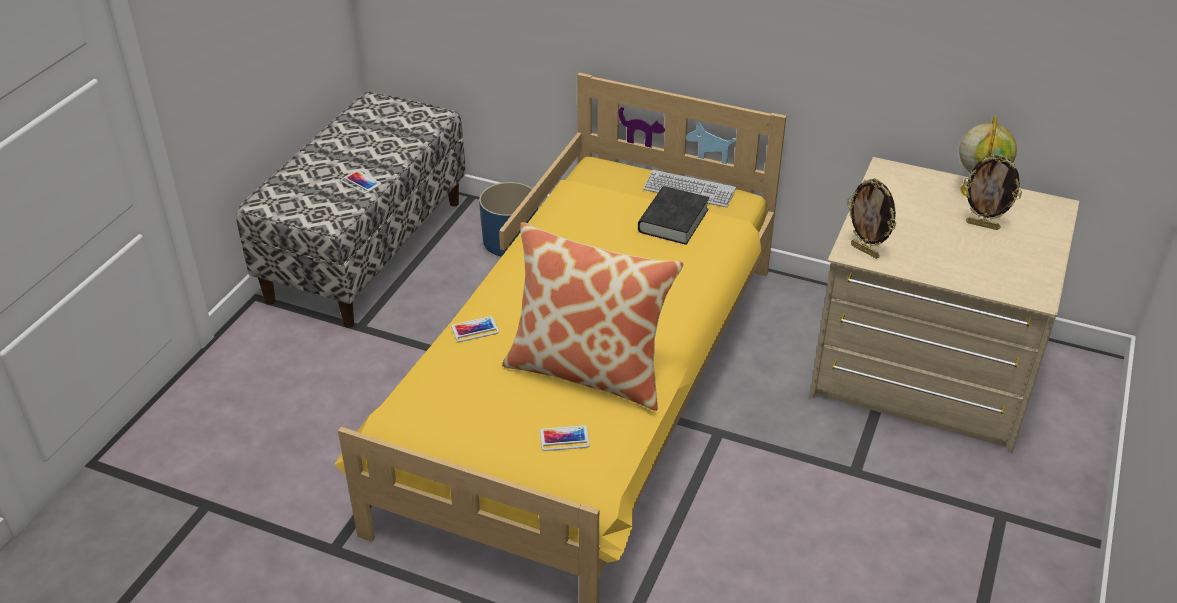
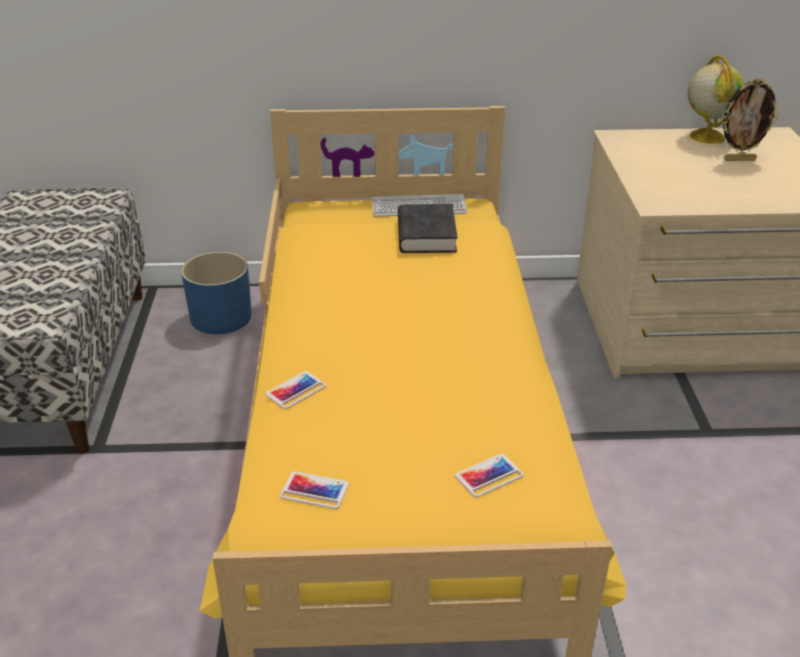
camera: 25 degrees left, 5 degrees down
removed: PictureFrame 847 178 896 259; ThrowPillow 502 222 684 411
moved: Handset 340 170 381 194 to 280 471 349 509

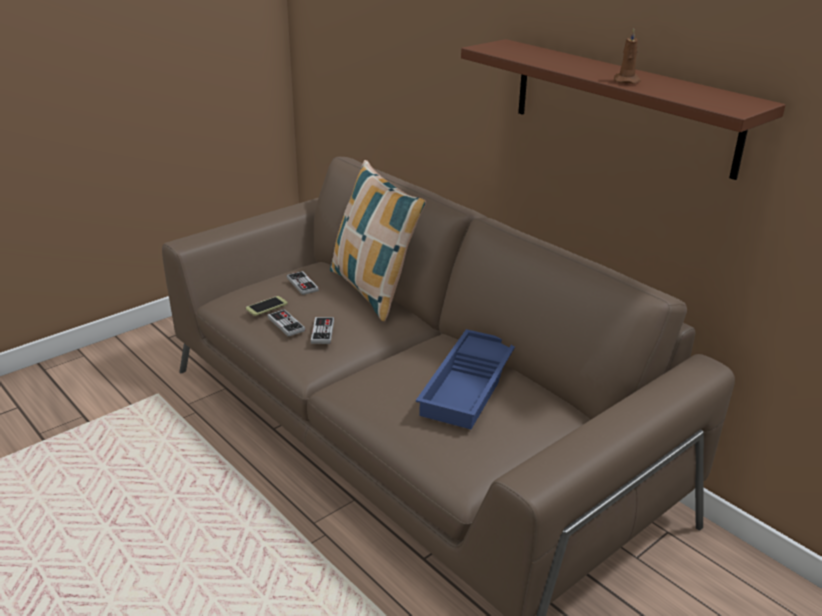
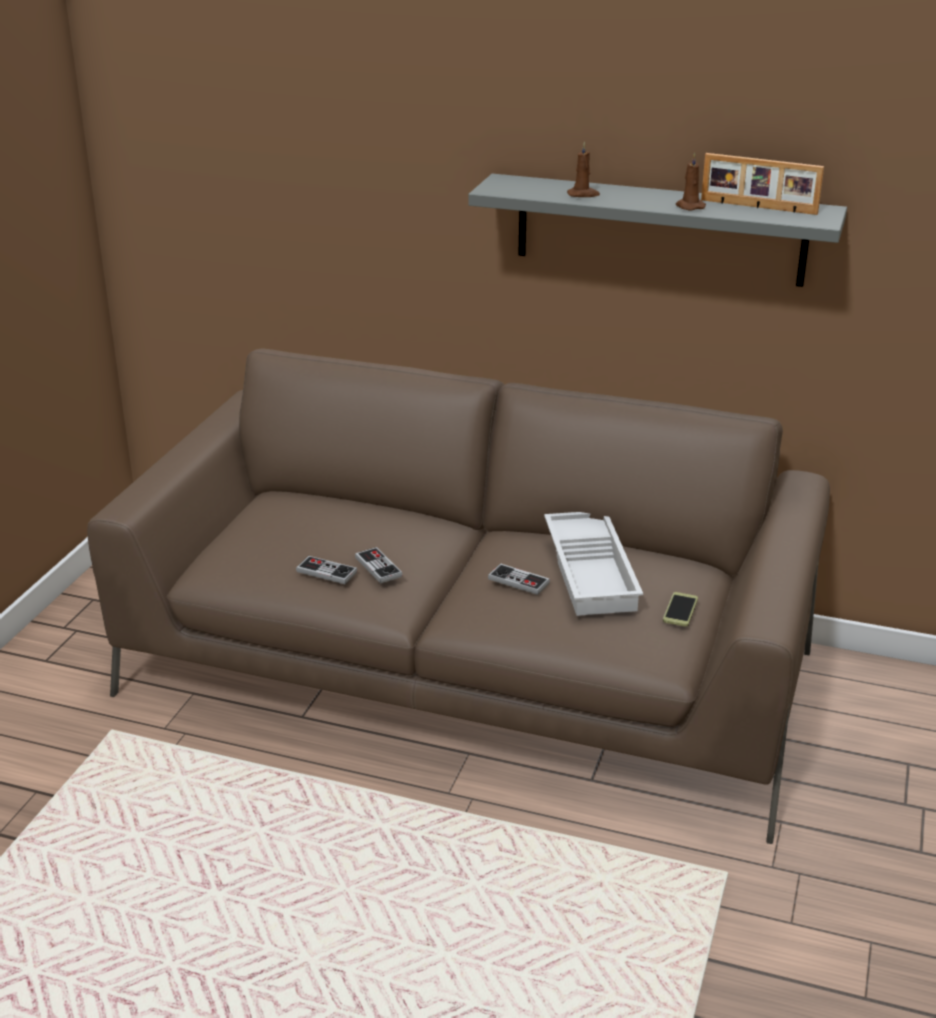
camera: 30 degrees left, 0 degrees up
removed: ThrowPillow 330 160 426 321
added: BrownColouredWaxCandle 567 141 600 197; PictureFrame 701 153 824 215
moved: Joypad 287 271 319 295 to 488 563 550 595; Handset 246 296 288 316 to 663 592 698 627
recoloured: BrownColouredShelf 461 39 785 180 to GrayShelf 468 174 847 287; BlueColouredServingTray 416 329 515 429 to WhiteServingTray 544 512 643 616

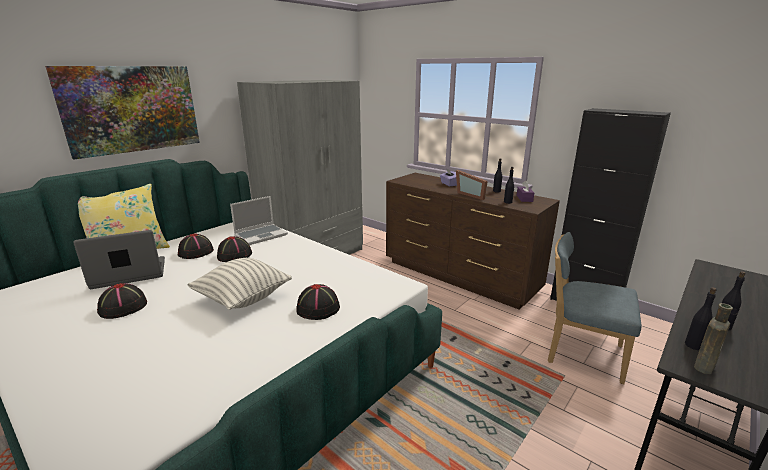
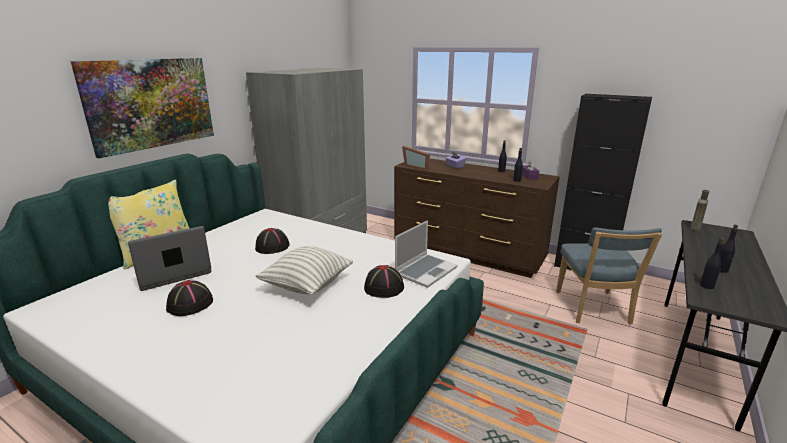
camera: 10 degrees left, 0 degrees up
removed: BlackHat 178 233 214 259
moved: PictureFrame 456 170 488 200 to 402 146 430 171; Laptop 230 196 288 245 to 395 220 458 288; BrownColouredDrinkBottle 694 303 733 374 to 691 190 710 231
turned: BlueColouredUprightChair 548 232 641 384 = 556 227 662 324 105 degrees counterclockwise

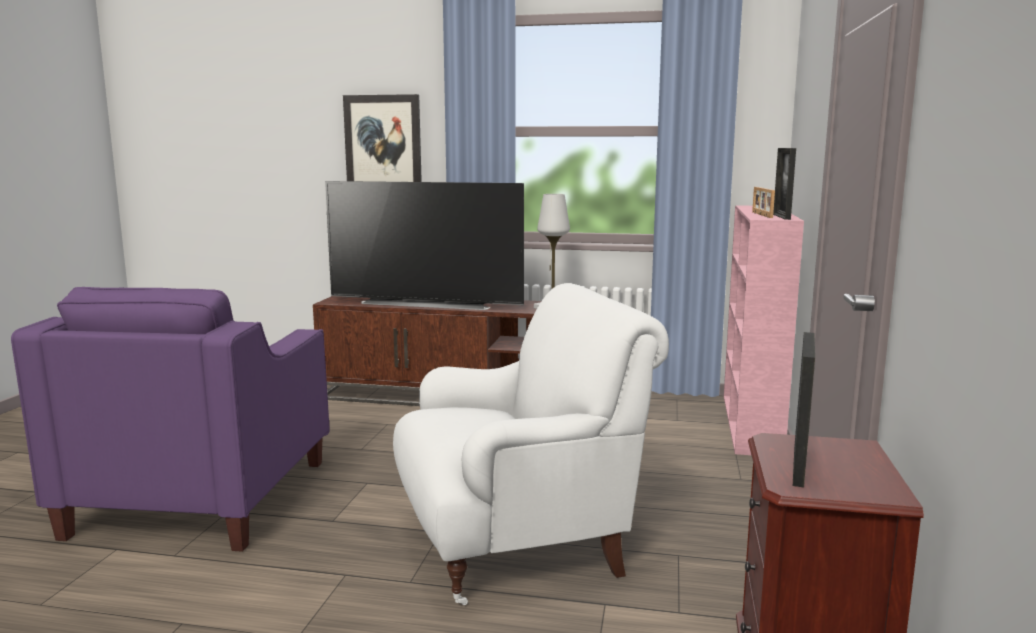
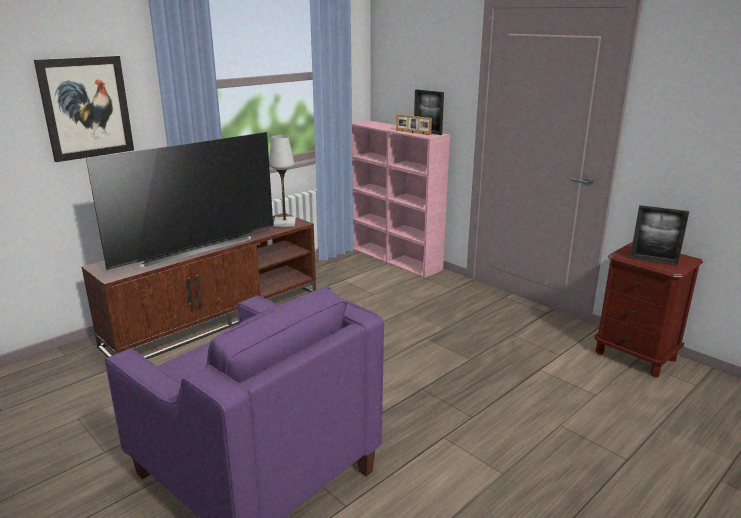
camera: 55 degrees left, 10 degrees up
removed: WhiteArmchair 393 283 669 605
turned: PictureFrame 793 332 815 488 = 630 205 689 266 150 degrees clockwise

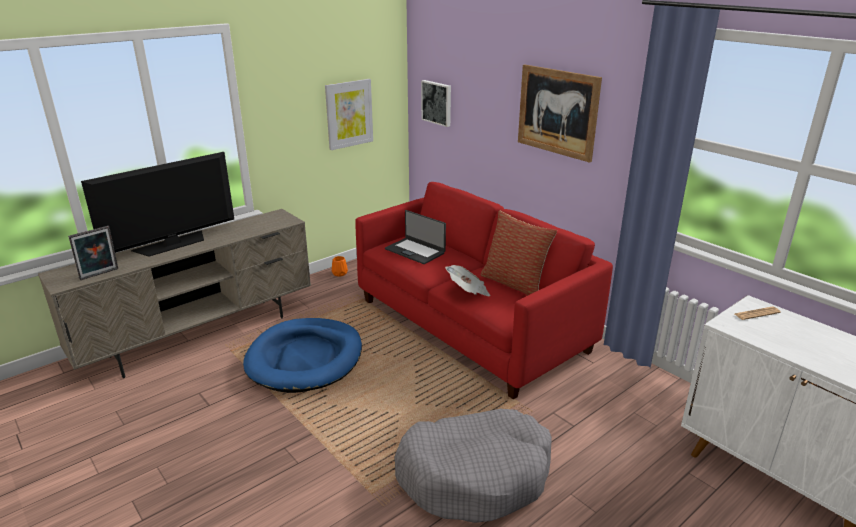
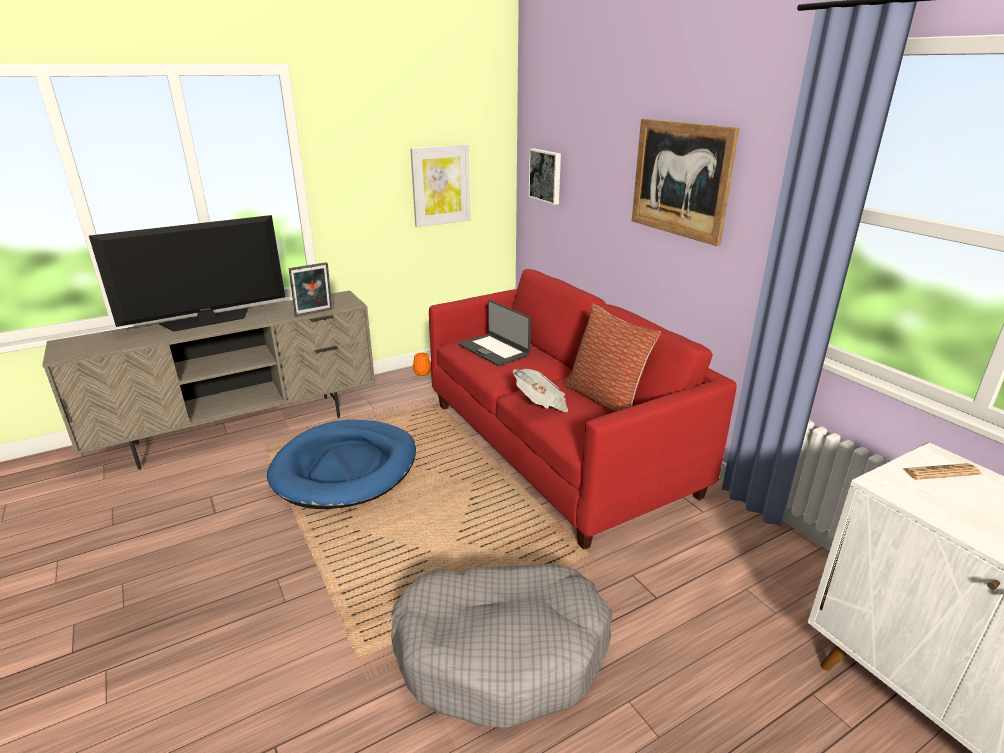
camera: 10 degrees right, 0 degrees up
moved: PictureFrame 68 226 118 280 to 289 262 332 317

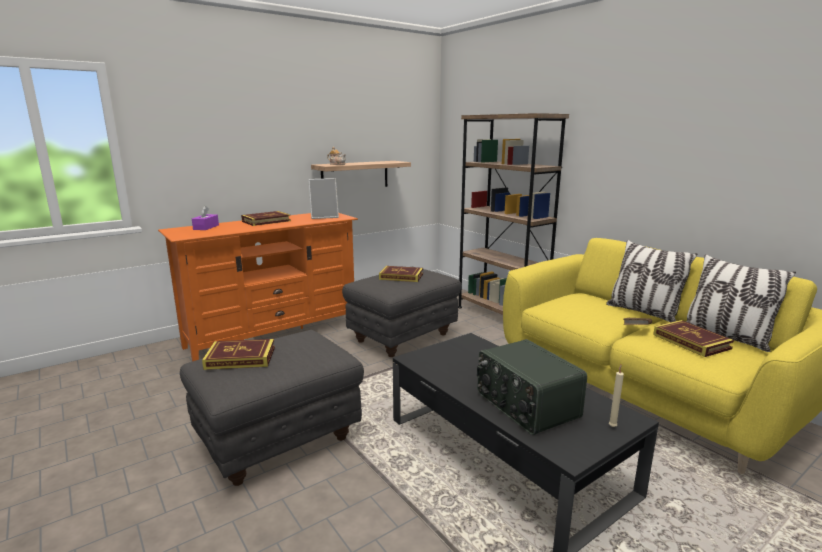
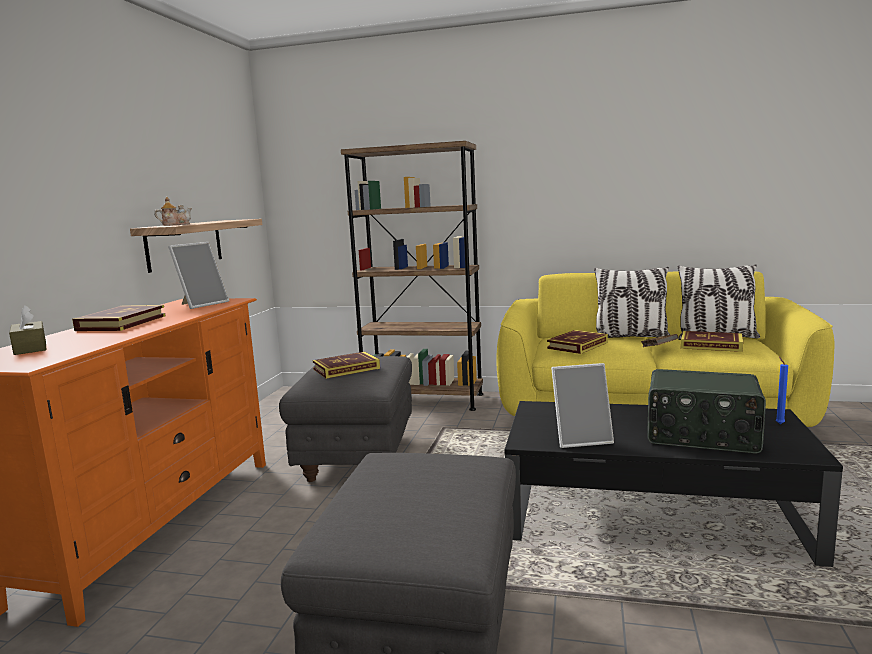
camera: 40 degrees left, 5 degrees down
added: PictureFrame 551 363 614 448
moved: Volume 202 339 275 370 to 547 330 608 354
recoloured: PurpleTissueBox 192 206 219 230 to BrownColouredTissueBox 9 305 47 355; SandColouredWaxCandle 609 364 624 427 to BlueColouredWaxCandle 776 357 788 424

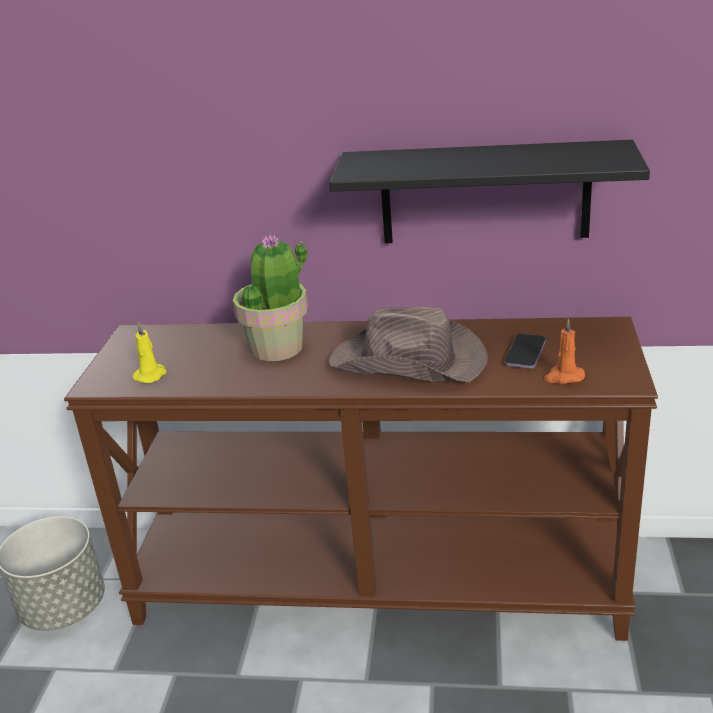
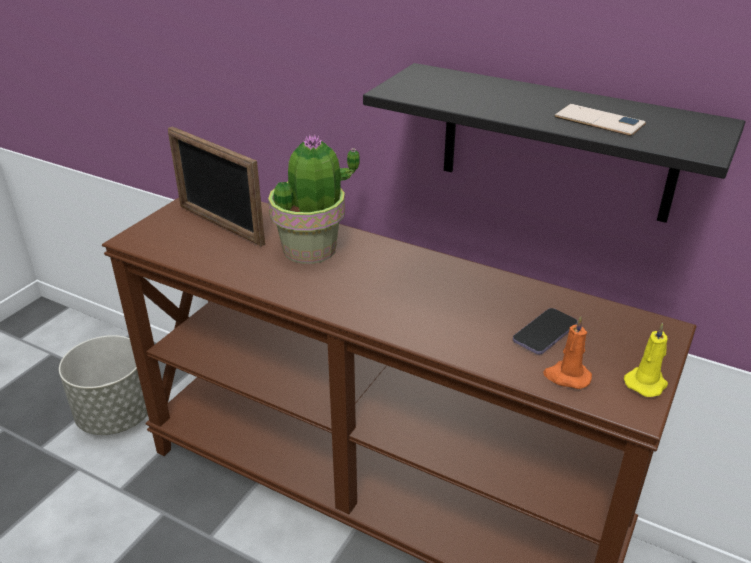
camera: 20 degrees right, 5 degrees up
removed: BrownColouredHat 329 307 488 382
added: Handset 554 104 646 136; PictureFrame 168 126 265 246
moved: YellowishWaxCandle 133 323 167 383 to 624 323 668 397

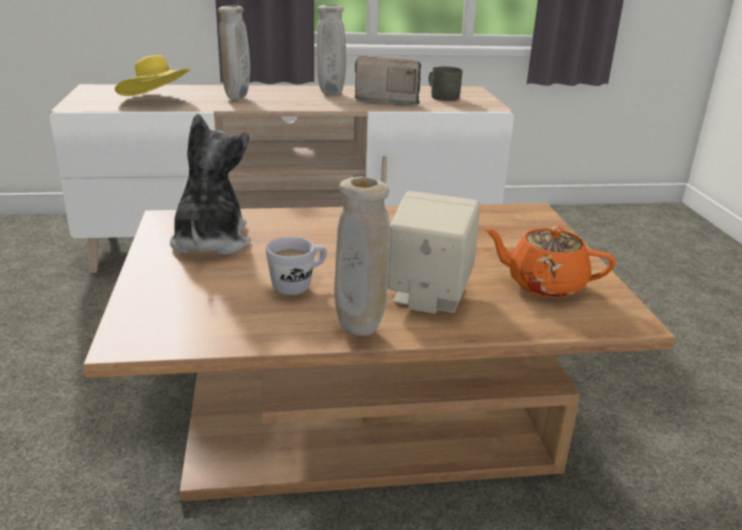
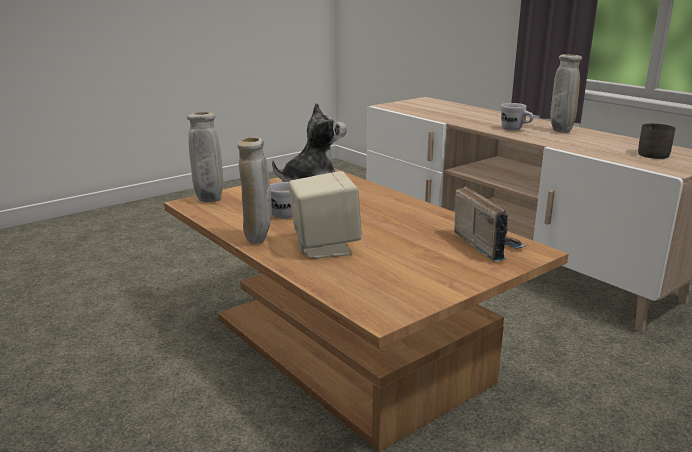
camera: 60 degrees right, 5 degrees down
removed: YellowishHat 115 55 190 96; OrangeyTeaPot 485 226 616 298
added: WhiteMug 501 103 534 130
moved: SandColouredFlowerVase 218 5 250 99 to 187 112 223 202; RadioSet 355 56 421 104 to 454 186 527 262

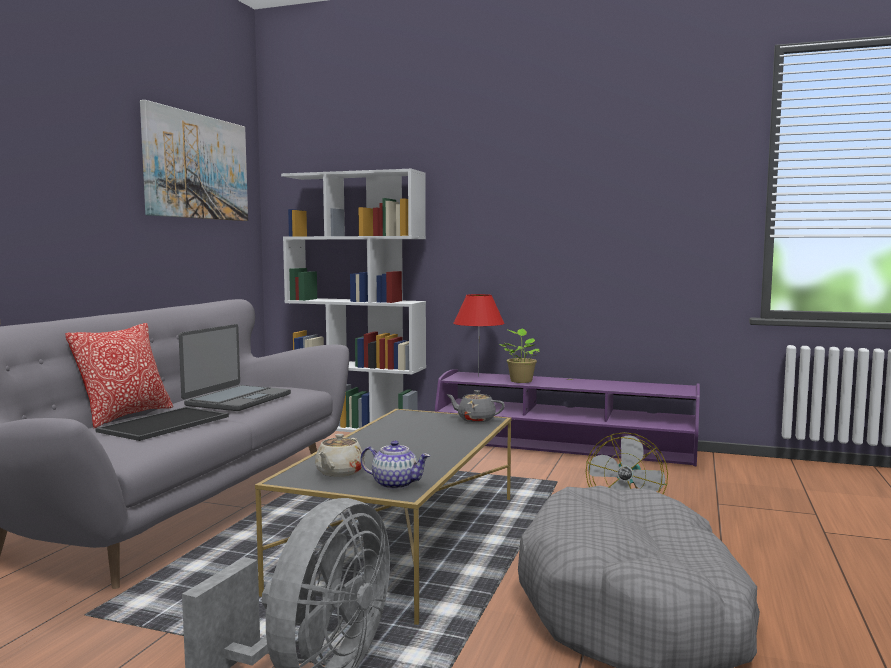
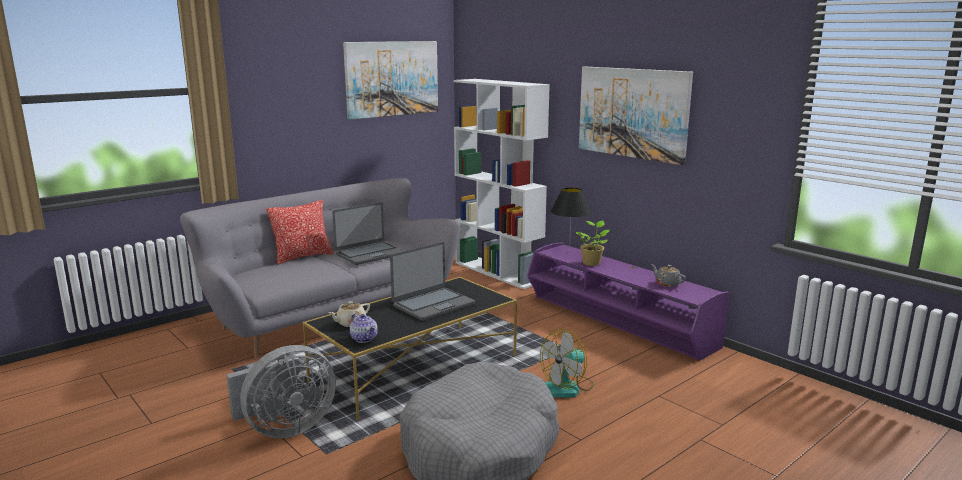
camera: 30 degrees right, 10 degrees up
removed: ServingTray 95 407 229 441
added: WallPicture 579 67 693 165; Laptop 390 242 475 321
moved: GrayTeaPot 446 390 505 422 to 651 264 686 287
recoloured: RedColouredLampForATable 453 294 505 376 to BlackLampForATable 551 188 592 253

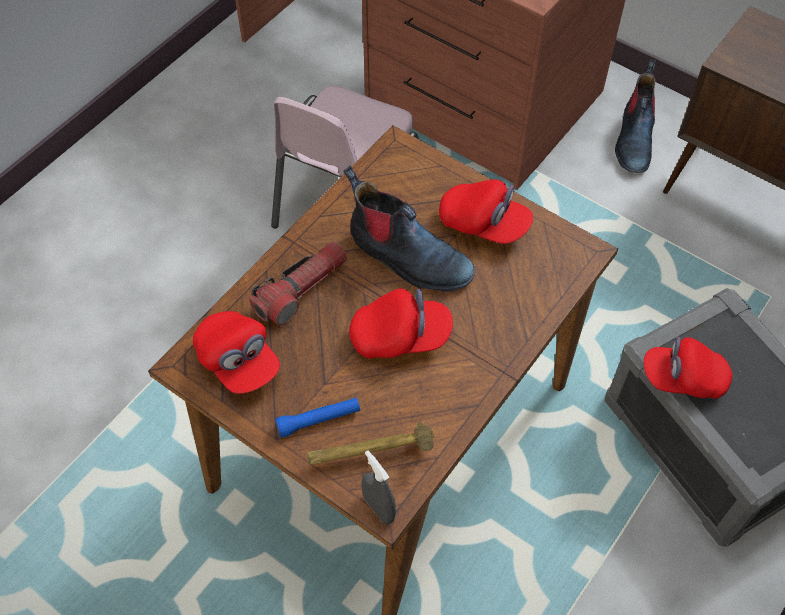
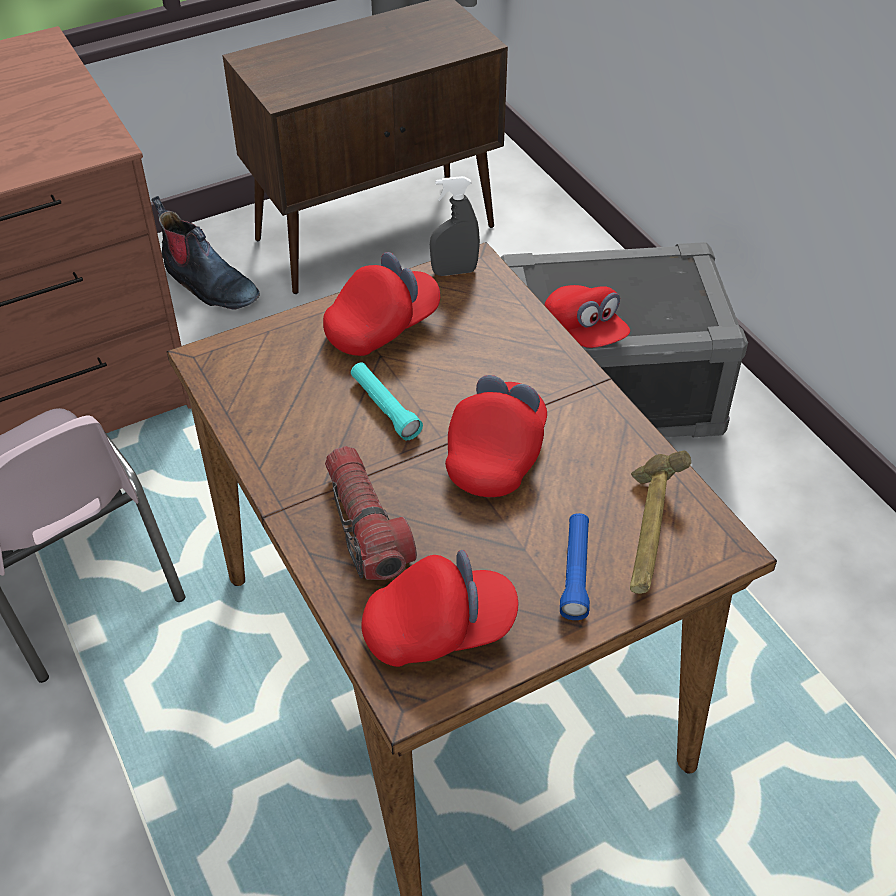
camera: 65 degrees left, 10 degrees down
moved: GraySprayer 361 450 396 524 to 430 176 480 276
replaced: TallBoot 343 166 475 292 to BlueGreenHandTorch 351 363 423 440
turned: RedColouredCap 644 336 732 399 = 545 285 630 348 60 degrees counterclockwise

